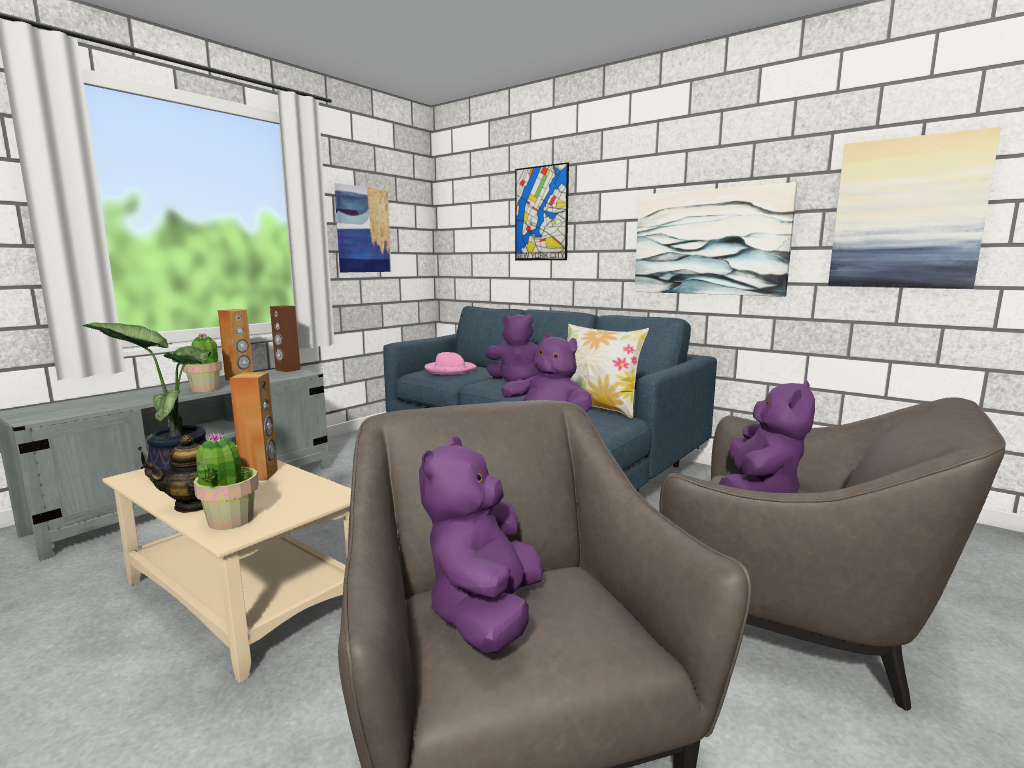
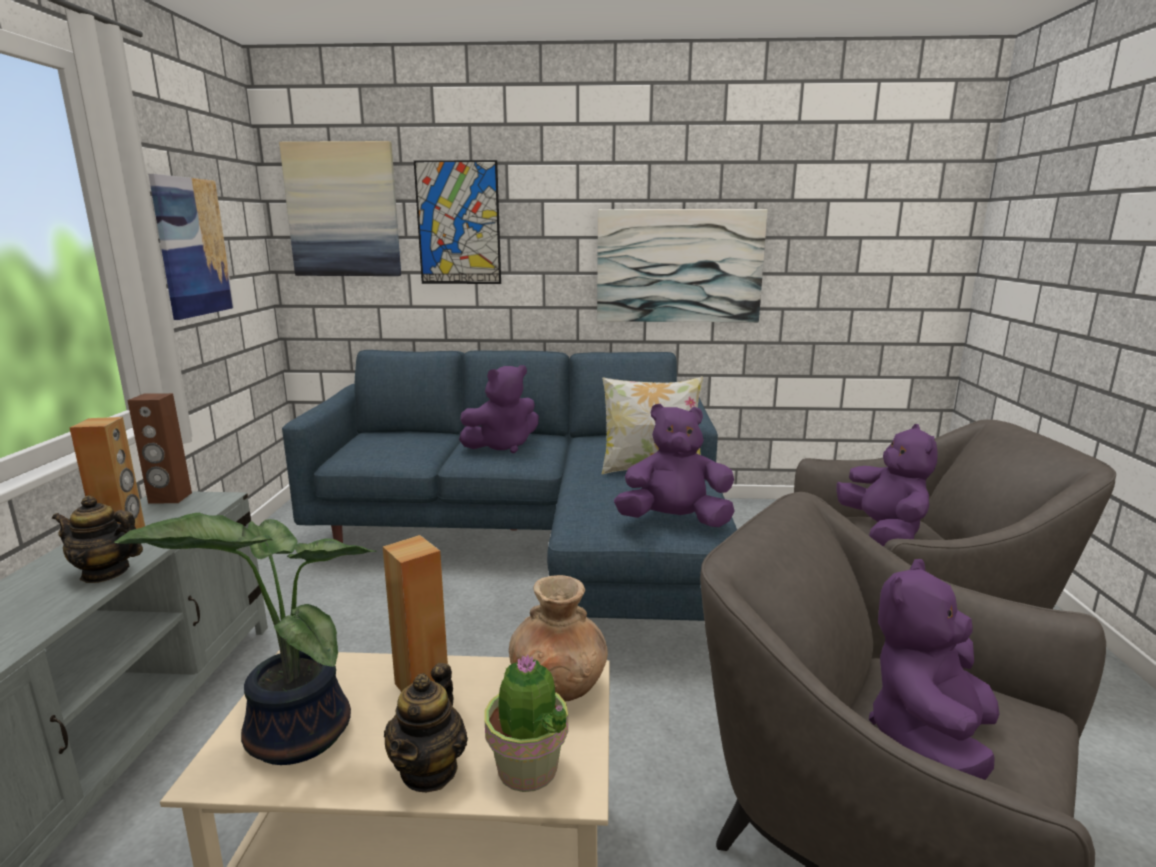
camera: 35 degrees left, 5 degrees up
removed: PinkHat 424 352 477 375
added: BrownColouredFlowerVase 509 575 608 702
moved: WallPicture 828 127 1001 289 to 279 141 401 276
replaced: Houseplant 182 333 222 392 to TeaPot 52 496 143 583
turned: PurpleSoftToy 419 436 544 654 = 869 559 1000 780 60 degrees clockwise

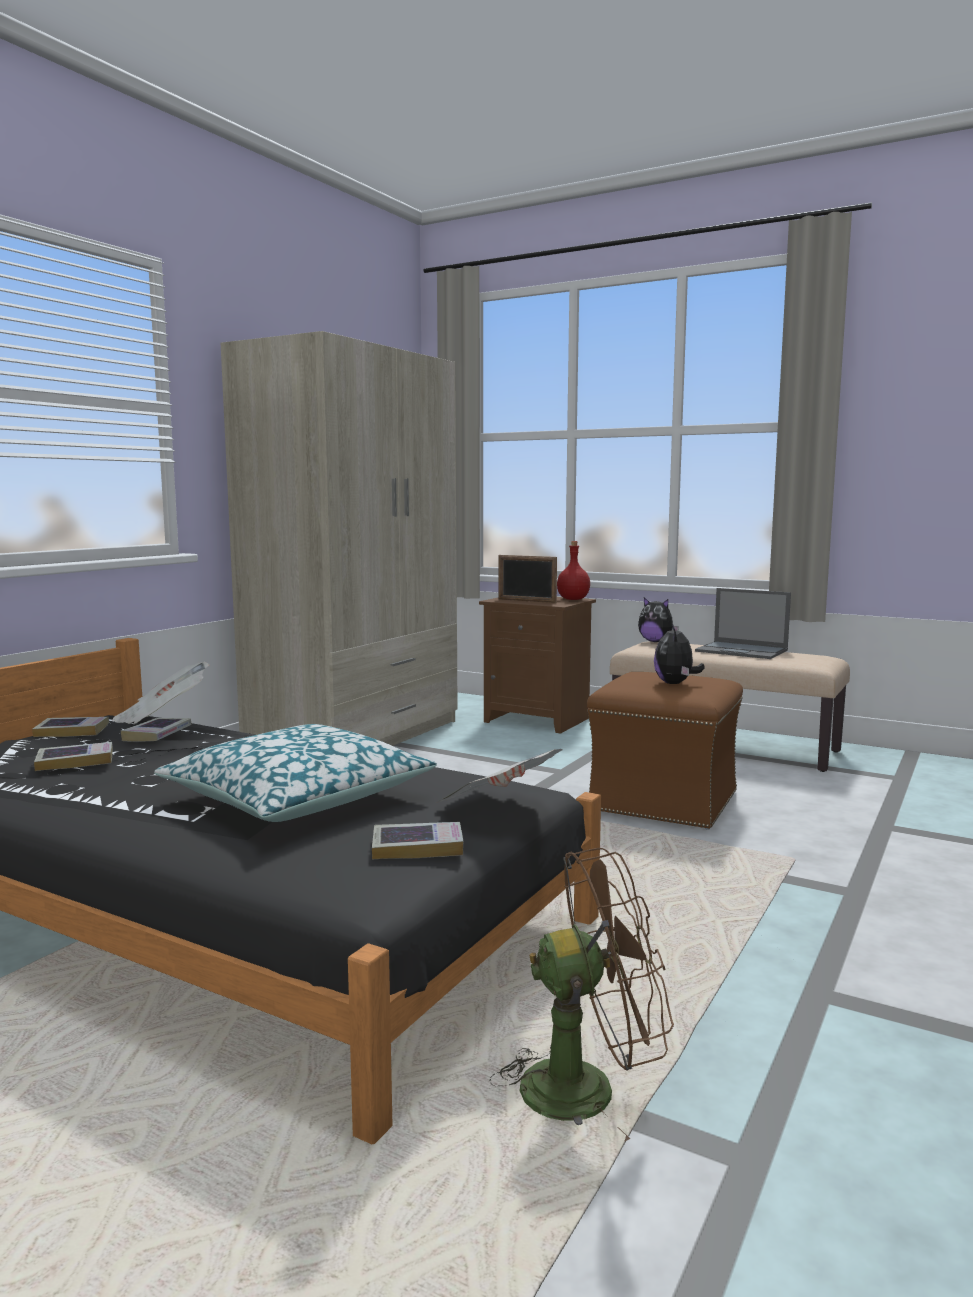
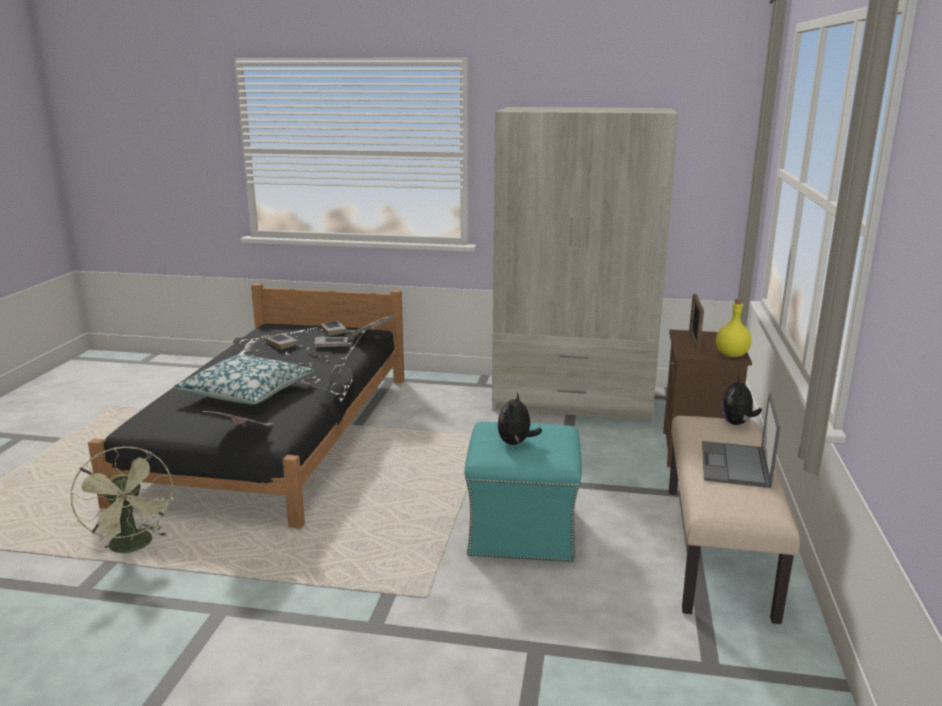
camera: 70 degrees right, 10 degrees up
removed: Volume 372 822 463 859
recoloured: RedColouredDrinkBottle 557 541 590 600 to YellowishDrinkBottle 716 299 752 357; BrownColouredOttoman 587 672 743 829 to BlueGreenOttoman 464 422 582 563; BrownColouredElectricFan 490 848 674 1142 to GreenElectricFan 71 447 174 561
turned: SoftToy 654 624 704 684 = 497 392 542 445 60 degrees counterclockwise

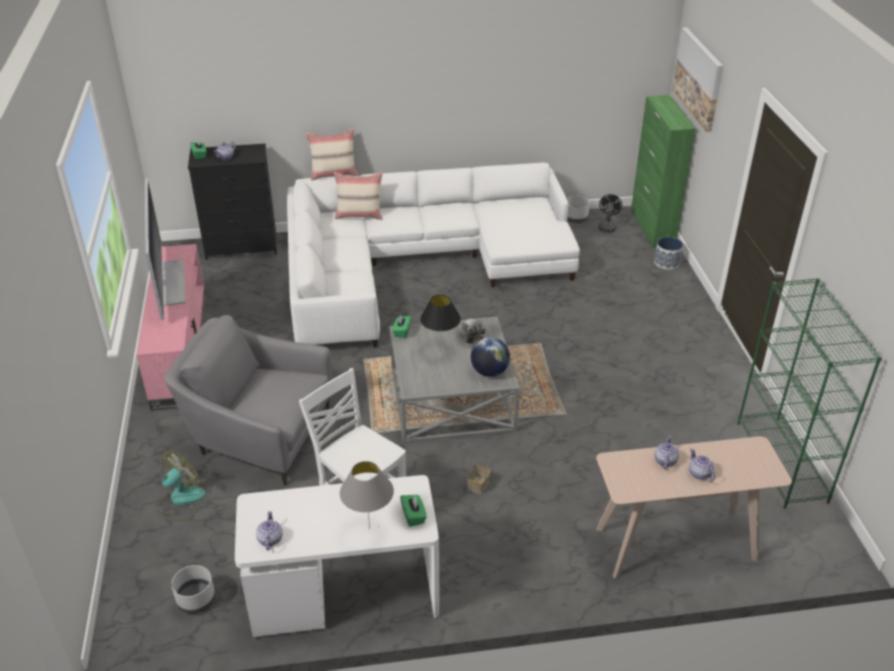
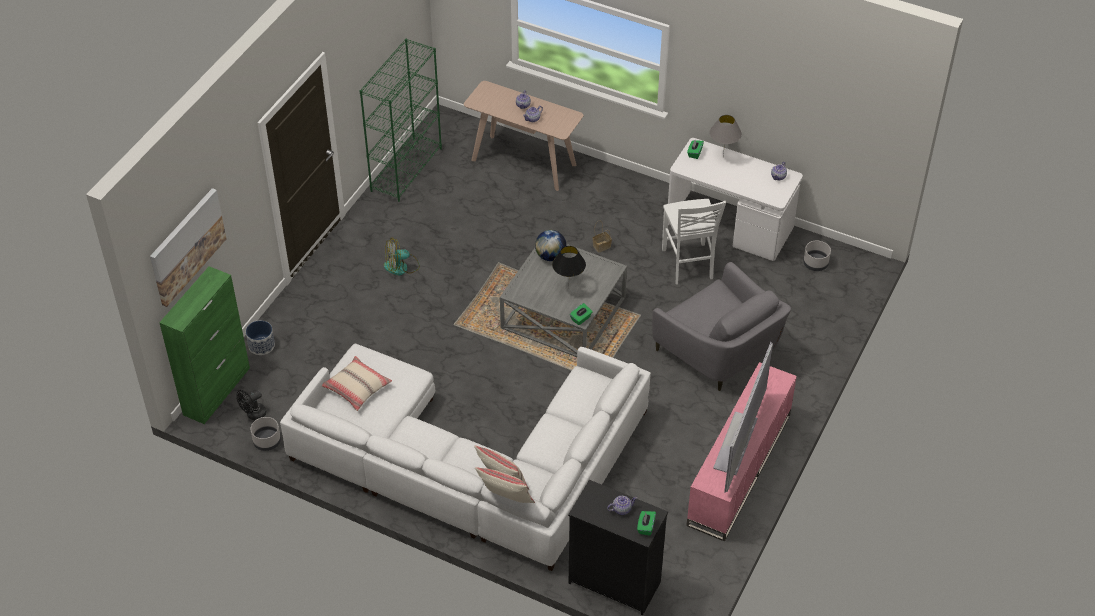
camera: 145 degrees left, 10 degrees up
removed: SoftToy 461 318 485 344
added: SandColouredThrowPillow 322 356 392 411
moved: ElectricFan 157 450 206 521 to 384 239 420 275

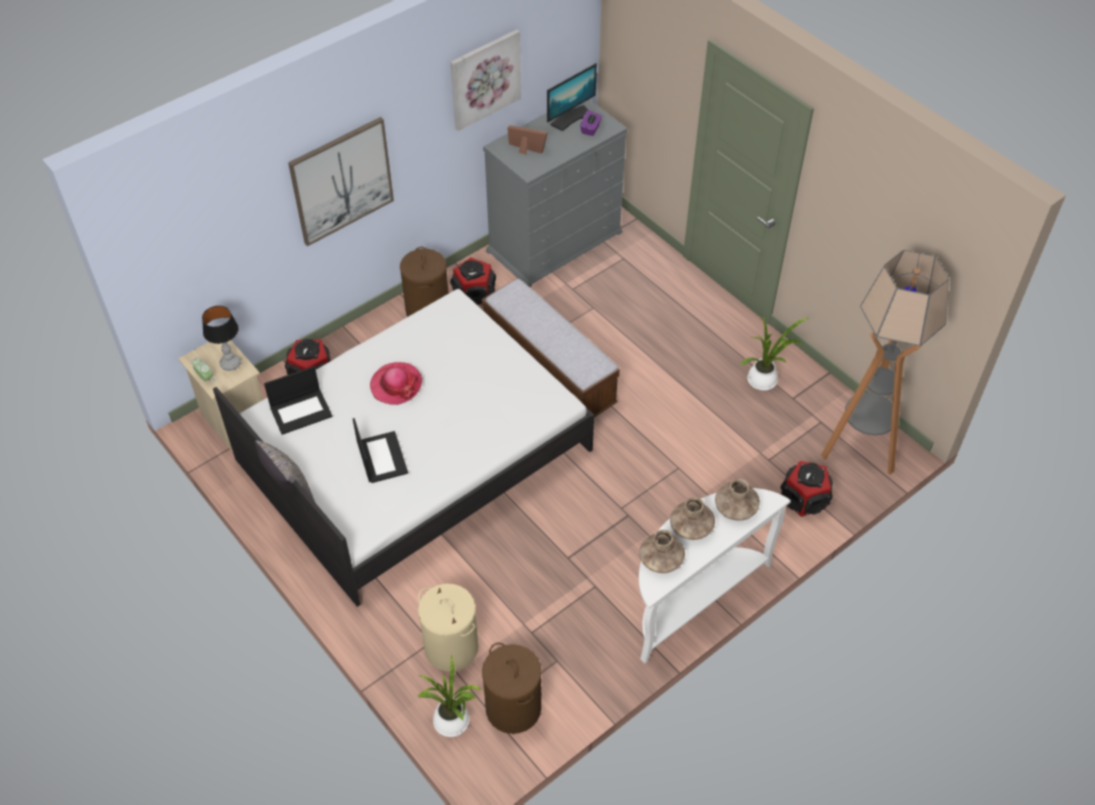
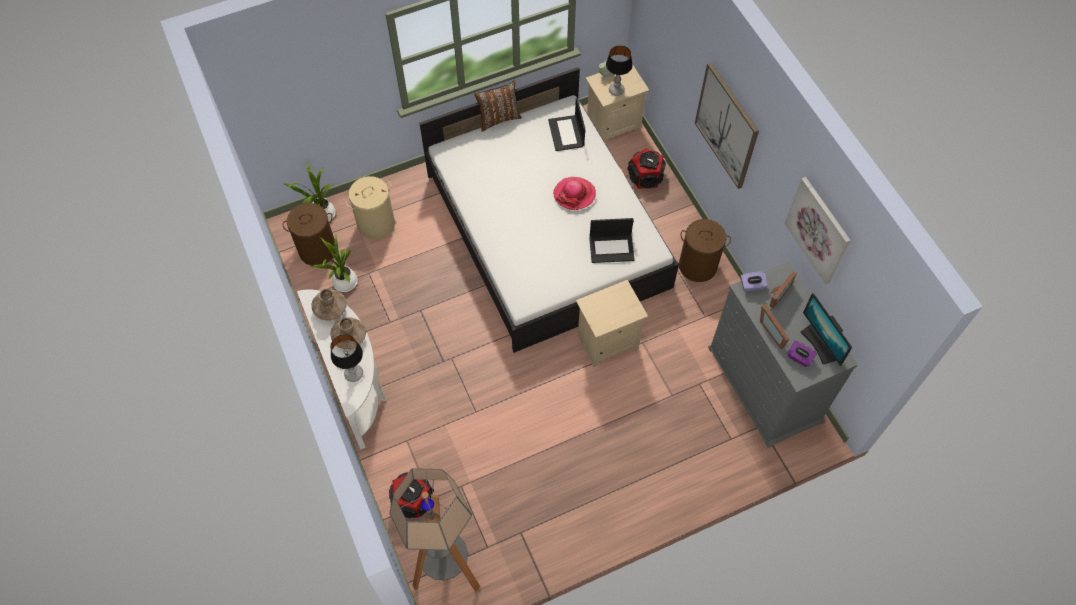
camera: 105 degrees right, 10 degrees up
removed: Speaker 450 257 496 305
added: PurpleTissueBox 741 272 768 292; PictureFrame 760 304 789 349
moved: Houseplant 740 315 809 390 to 311 235 358 292; Laptop 353 418 408 483 to 589 218 635 263
replaced: Bench 481 278 620 417 to SandColouredNightstand 576 280 648 368; BrownColouredFlowerVase 715 479 760 521 to LampForATable 330 334 363 382
recoloured: GrayThrowPillow 255 440 315 502 to BrownColouredThrowPillow 474 80 522 132

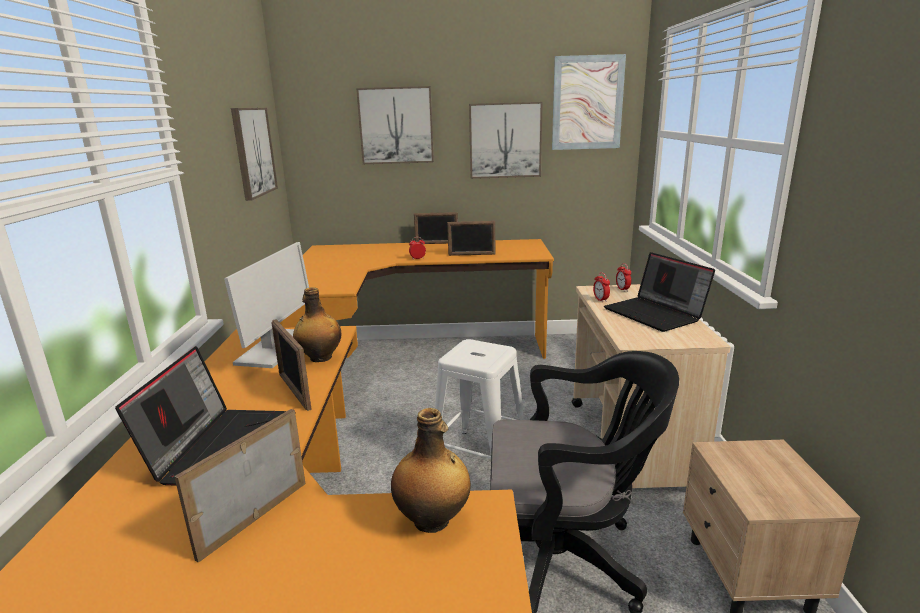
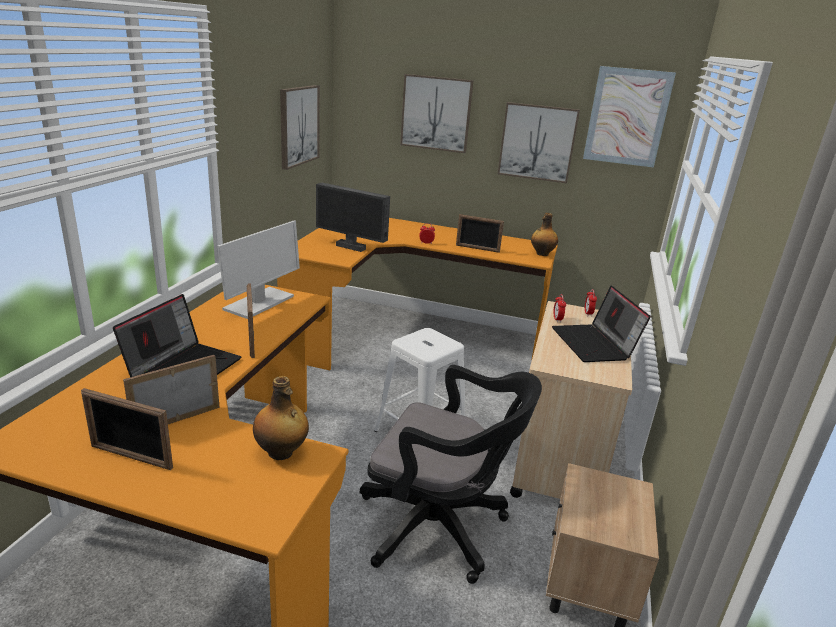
camera: 15 degrees right, 5 degrees up
added: Monitor 316 183 390 252
moved: PictureFrame 414 212 458 244 to 81 388 173 470; DrinkBottle 293 287 342 362 to 531 213 558 256

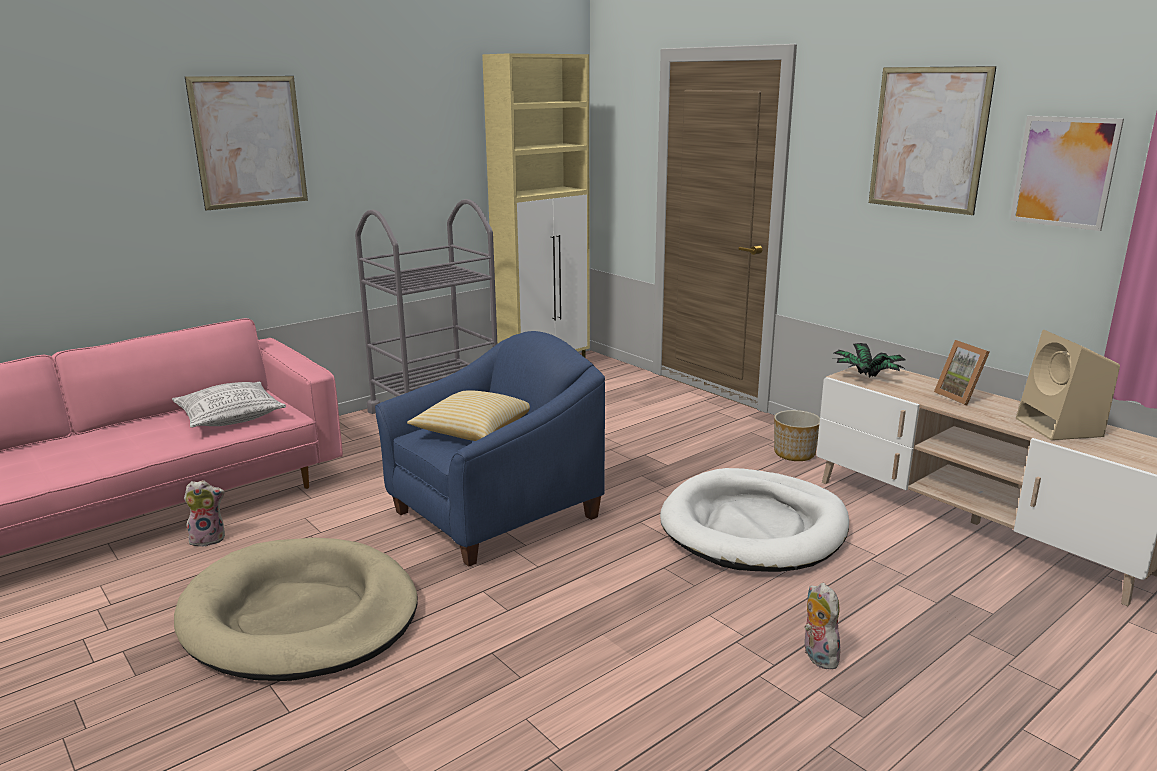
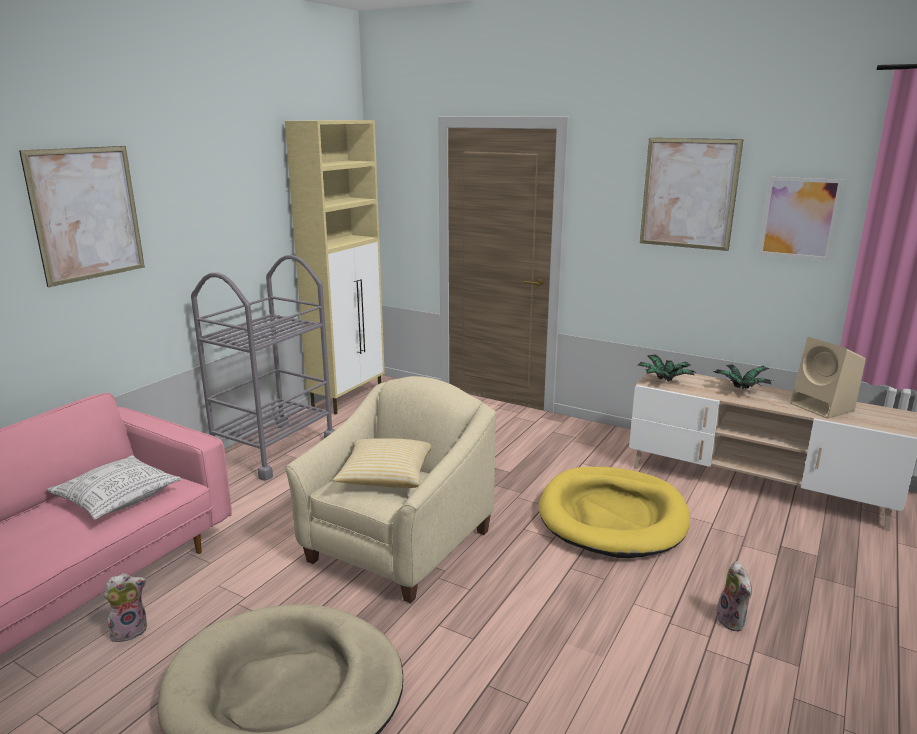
camera: 20 degrees left, 0 degrees up
removed: PlantPot 774 410 820 461
replaced: PictureFrame 934 340 990 405 to Houseplant 713 364 773 389
recoloured: BlueColouredArmchair 375 331 605 567 to SandColouredArmchair 285 376 496 603; WhiteDogCushion 660 468 849 572 to YellowishDogCushion 539 467 690 558
turned: SoftToy 805 583 840 669 = 717 561 752 631 150 degrees counterclockwise

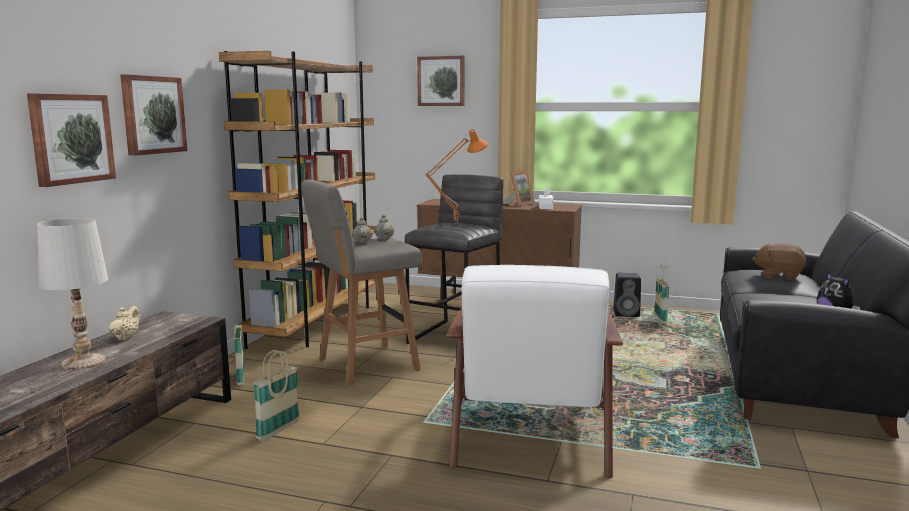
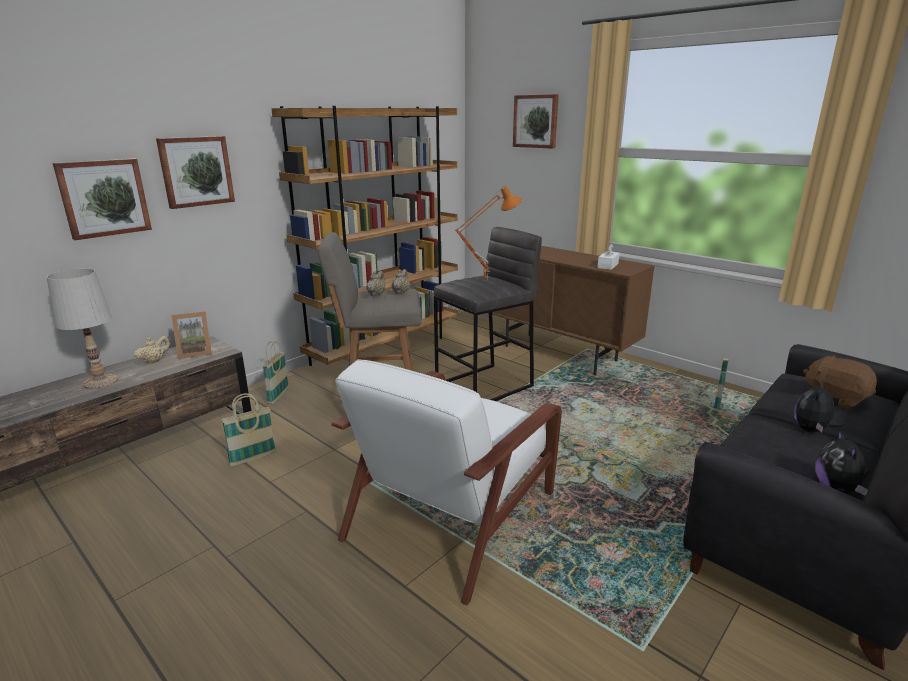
camera: 25 degrees right, 10 degrees up
removed: BlackSpeaker 613 273 641 317
added: SoftToy 794 380 846 432
moved: PictureFrame 503 171 535 206 to 171 312 212 359

